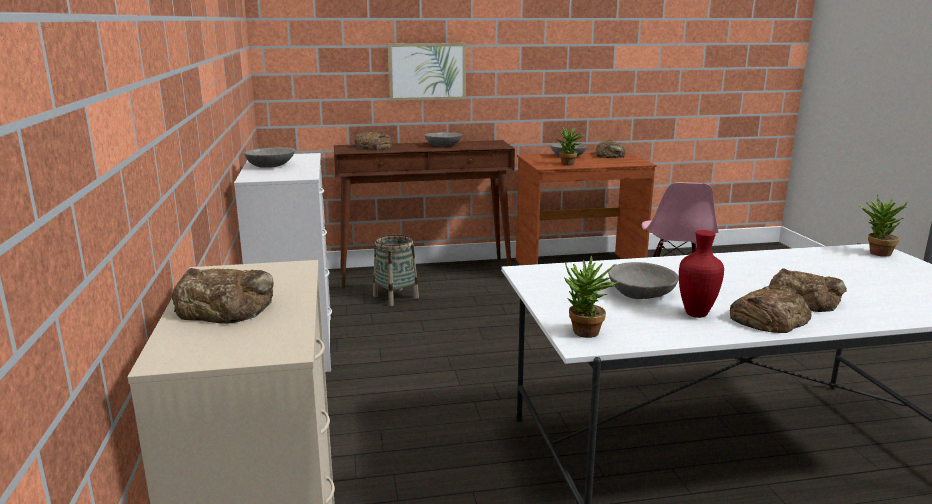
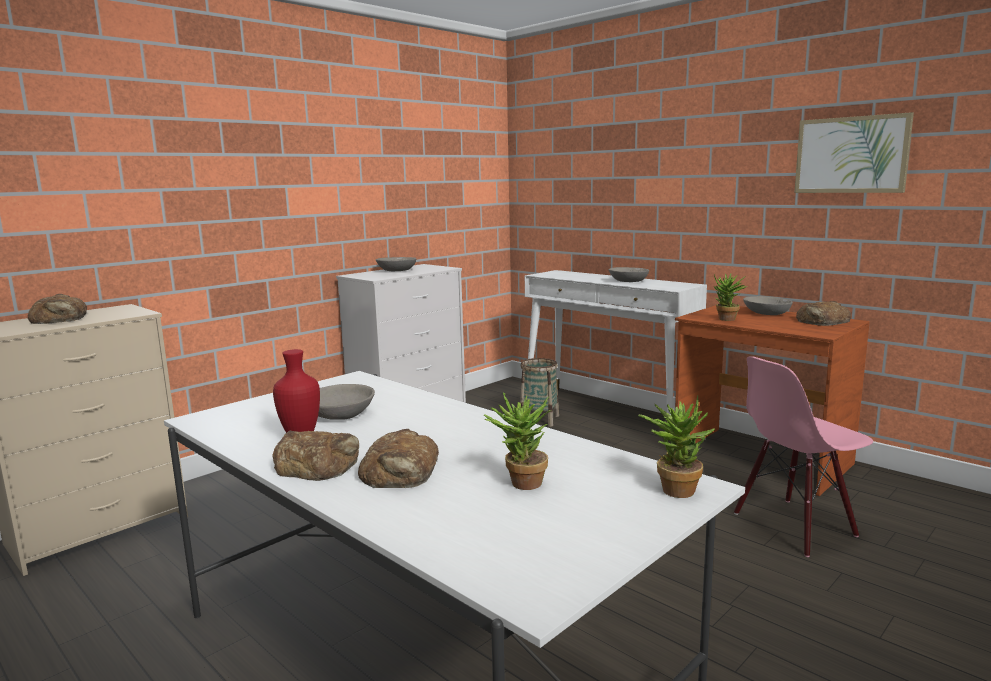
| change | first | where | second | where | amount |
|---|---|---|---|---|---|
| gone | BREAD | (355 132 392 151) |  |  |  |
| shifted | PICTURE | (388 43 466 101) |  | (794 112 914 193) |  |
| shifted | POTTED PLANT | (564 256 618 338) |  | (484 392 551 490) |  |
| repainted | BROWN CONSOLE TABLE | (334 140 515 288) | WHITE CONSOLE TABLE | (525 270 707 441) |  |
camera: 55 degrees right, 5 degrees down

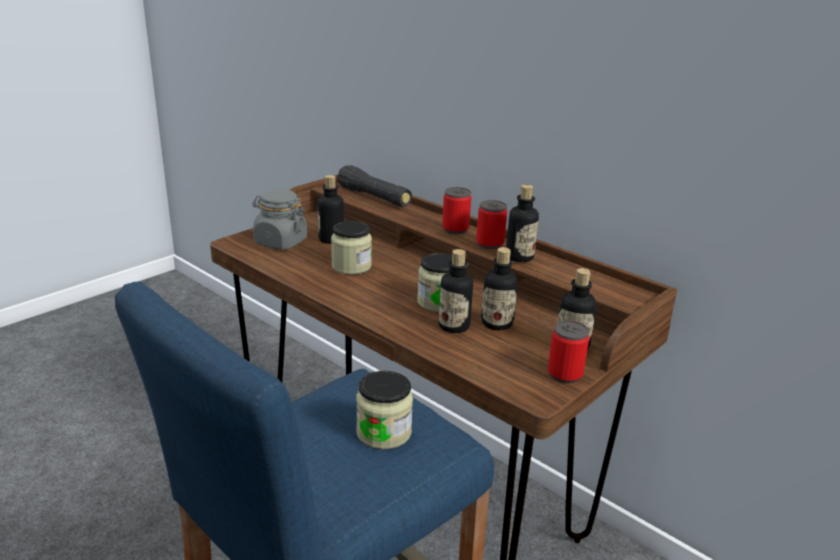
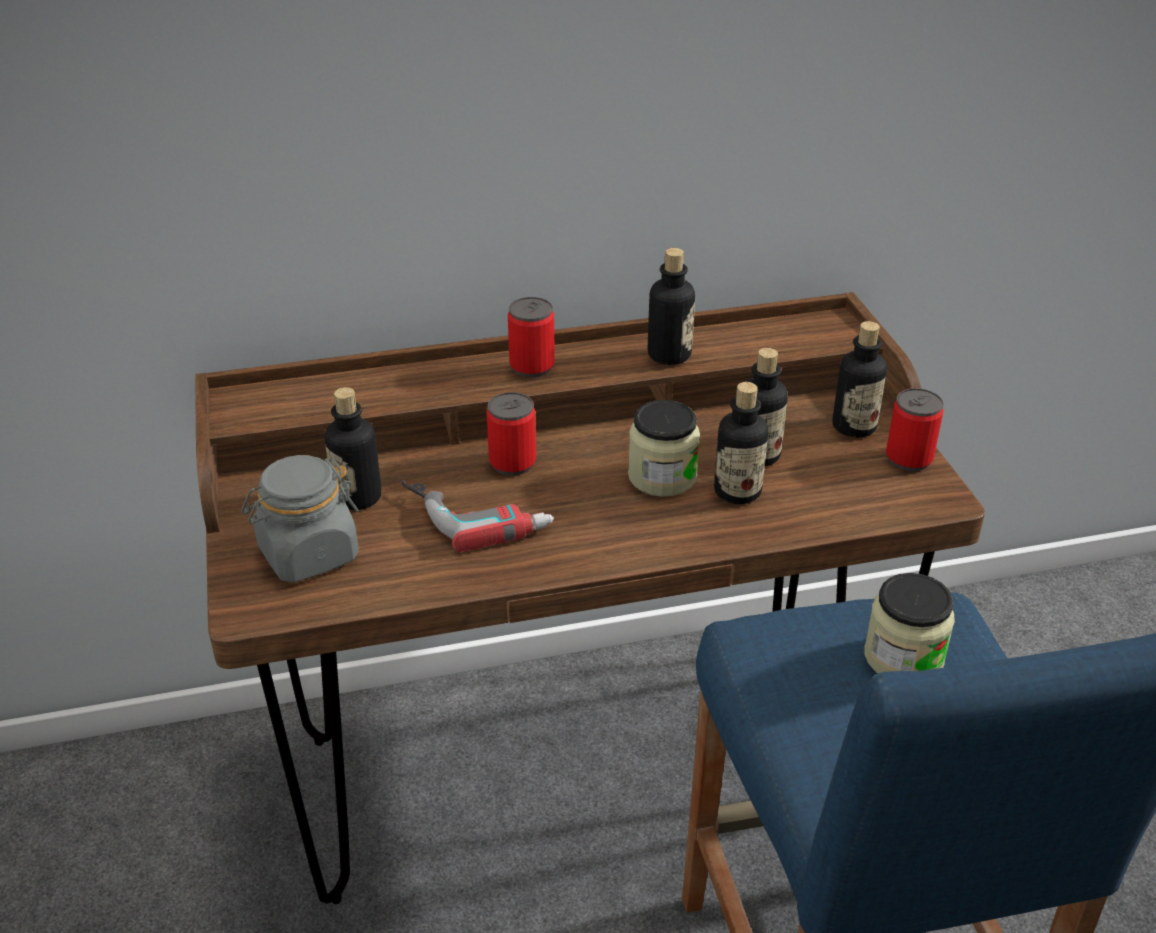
| change | first | where | second | where | amount |
|---|---|---|---|---|---|
| gone | BLACK FLASHLIGHT | (337 165 412 207) |  |  |  |
| shifted | CAN | (476 200 507 249) |  | (487 392 536 476) |  |
| swapped | JAR | (331 221 372 275) | POWER DRILL | (401 480 554 552) |  |
camera: 55 degrees left, 10 degrees up

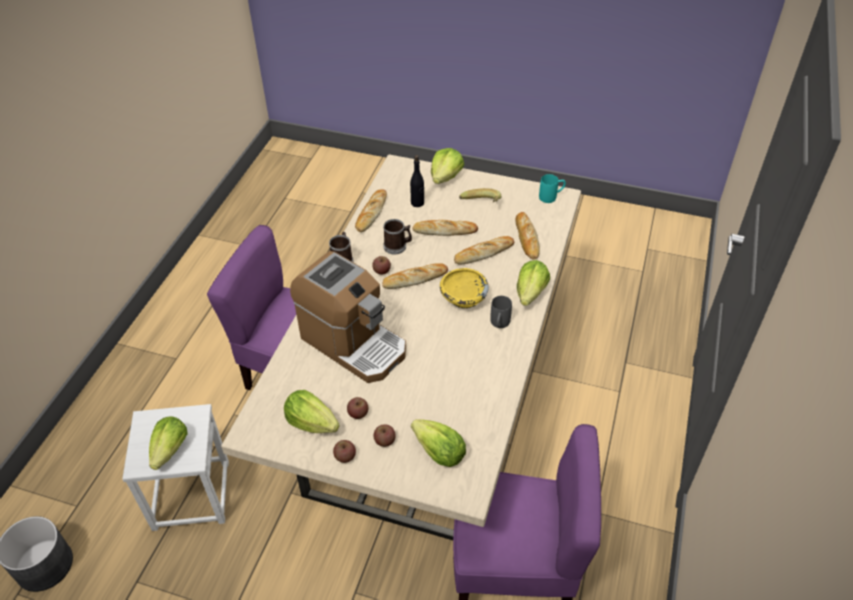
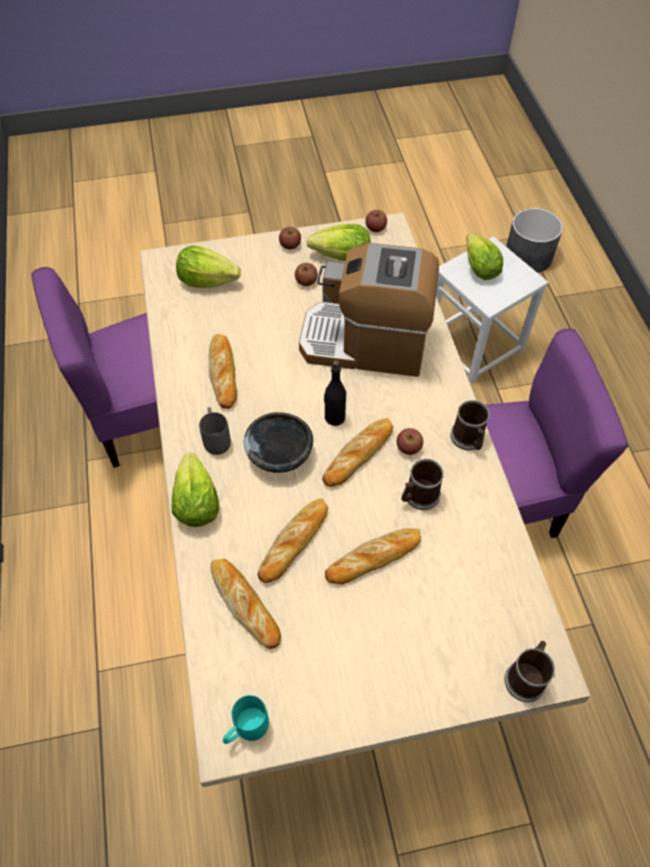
| change | first | where | second | where | amount |
|---|---|---|---|---|---|
| gone | LETTUCE | (431 148 464 184) |  |  |  |
| gone | BANANA | (459 188 501 203) |  |  |  |
| new |  |  | MUG | (505 641 555 702) |  |
| shifted | BREAD | (355 189 387 232) |  | (209 334 237 409) |  |
| shifted | APPLE | (373 424 396 447) |  | (365 210 387 232) |  |
| shifted | BLACK BOTTLE | (410 155 424 207) |  | (324 360 346 426) |  |
| repainted | YELLOW BOWL | (440 268 489 308) | BLACK BOWL | (244 412 313 473) |  |
camera: 150 degrees right, 10 degrees up

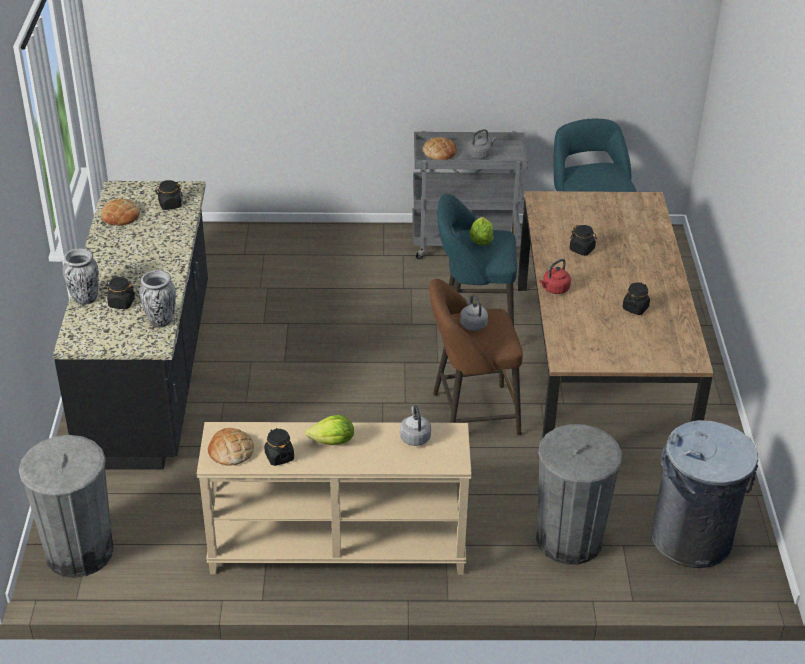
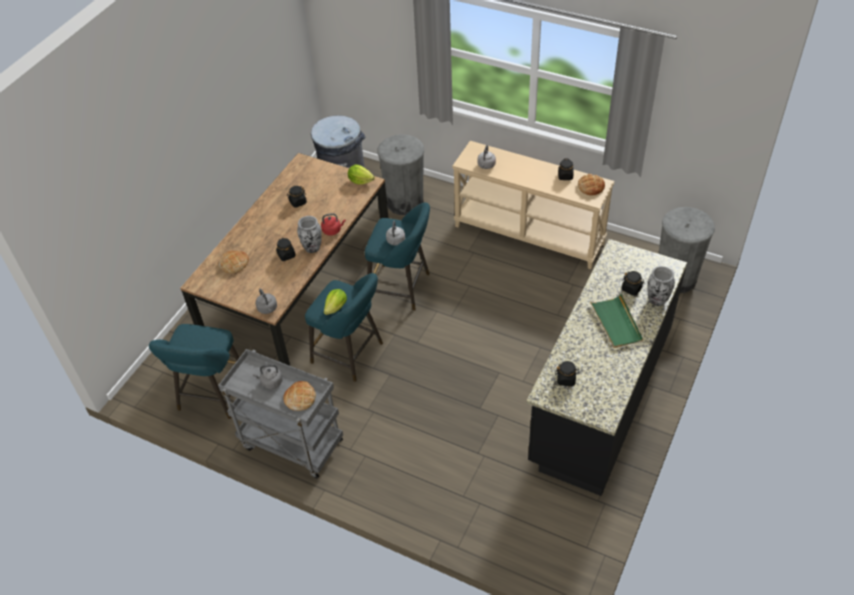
| change | first | where | second | where | amount |
|---|---|---|---|---|---|
| new |  |  | GREY KETTLE | (255 289 277 314) |  |
| new |  |  | GREEN TRAY | (590 294 643 348) |  |
| shifted | BREAD | (101 199 140 226) |  | (219 251 249 273) |  |
| shifted | VASE | (139 270 176 328) |  | (297 216 322 253) |  |
| shifted | LETTUCE | (305 415 354 445) |  | (348 165 375 185) |  |
| repainted | BROWN STOOL | (429 279 523 436) | TURQUOISE STOOL | (365 203 430 311) |  |
camera: 150 degrees left, 10 degrees up

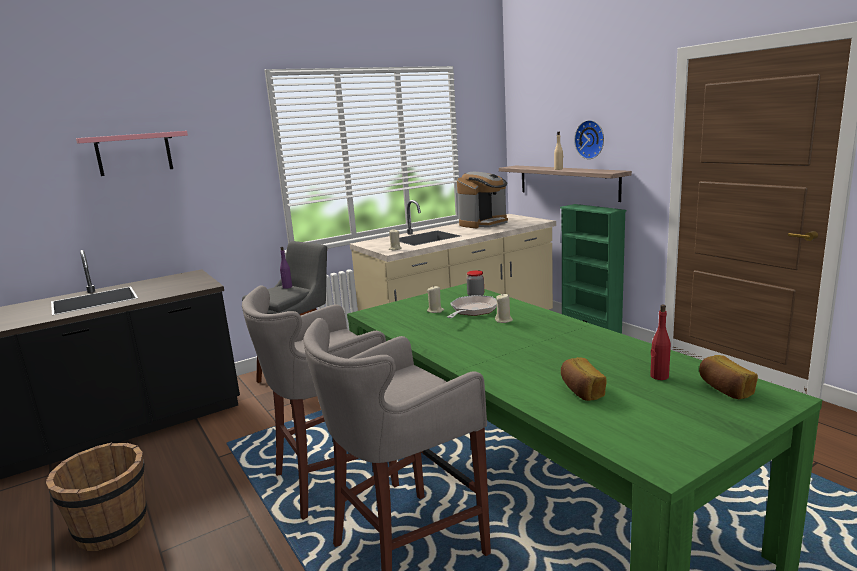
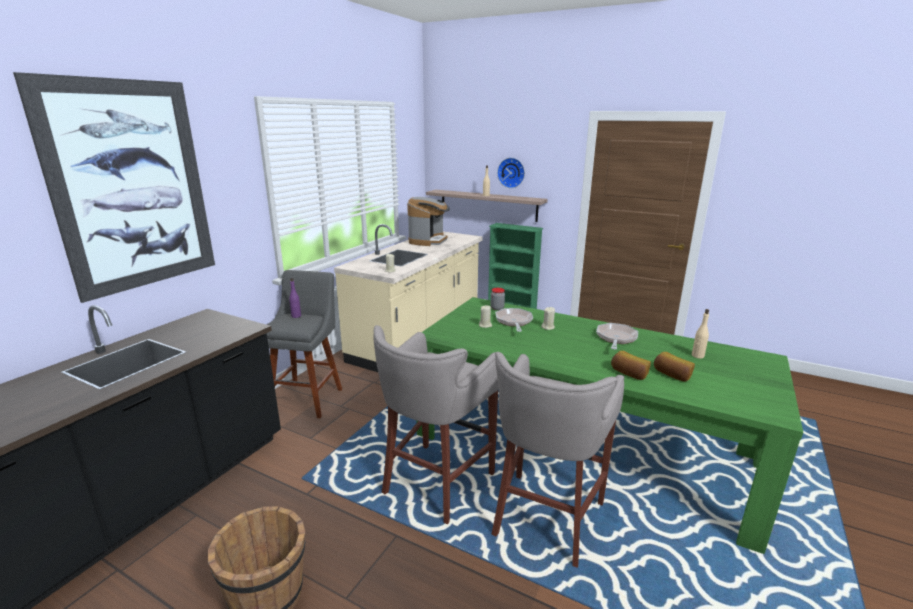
| change | first | where | second | where | amount |
|---|---|---|---|---|---|
| new |  |  | FRYING PAN | (596 323 638 349) |  |
| shifted | BREAD | (699 355 758 399) |  | (611 351 651 380) |  |
| swapped | PINK SHELF | (76 131 188 176) | PICTURE | (13 72 215 303) |  |
| repainted | RED BOTTLE | (650 305 671 380) | BEIGE BOTTLE | (692 309 709 359) |  |
camera: 30 degrees left, 5 degrees up

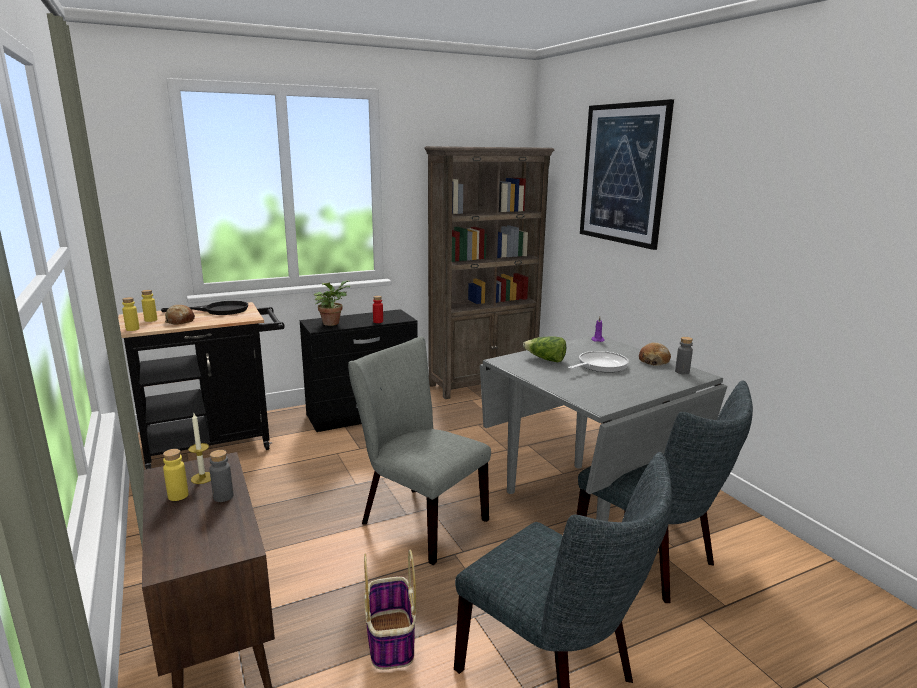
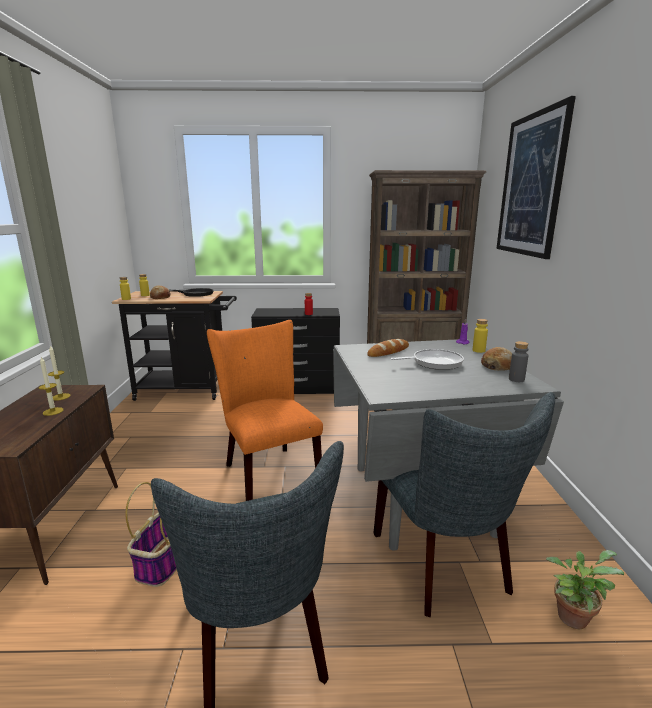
| change | first | where | second | where | amount |
|---|---|---|---|---|---|
| shifted | YELLOW BOTTLE | (163 449 188 501) |  | (473 319 488 353) |  |
| shifted | POTTED PLANT | (314 280 350 326) |  | (546 550 624 629) |  |
| swapped | GREY BOTTLE | (210 450 233 502) | CANDLE | (39 357 63 416) |  |
| swapped | LETTUCE | (523 336 566 362) | BREAD | (367 339 409 357) |  |
| repainted | GREY CHAIR | (348 336 491 565) | ORANGE CHAIR | (207 320 323 501) |  |
camera: 25 degrees right, 0 degrees up

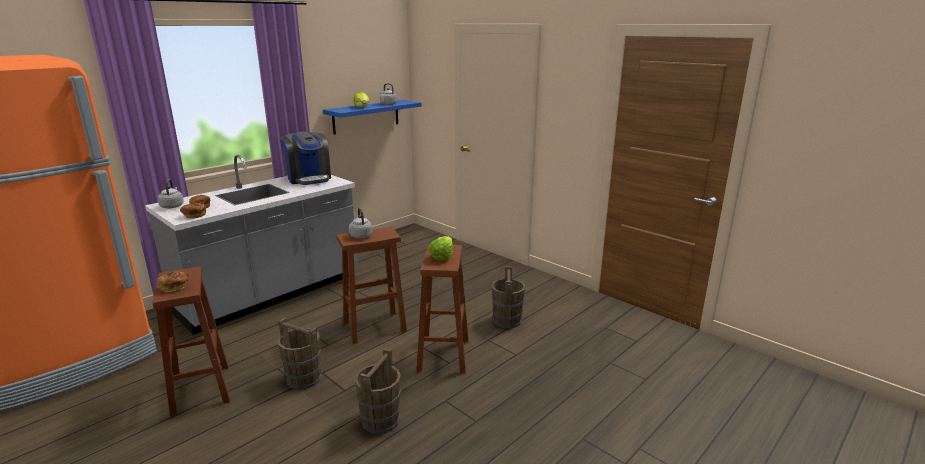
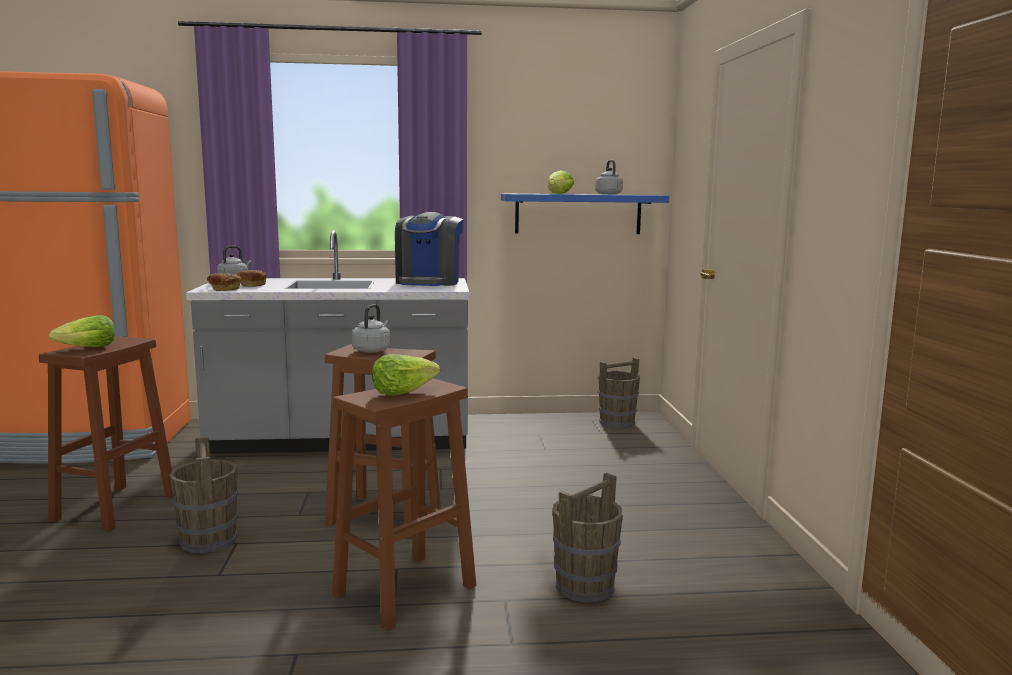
| change | first | where | second | where | amount |
|---|---|---|---|---|---|
| shifted | BROWN BUCKET | (354 349 401 434) |  | (598 357 640 429) |  |
| swapped | BREAD | (157 271 190 292) | LETTUCE | (49 315 115 347) |  |
camera: 40 degrees right, 10 degrees down

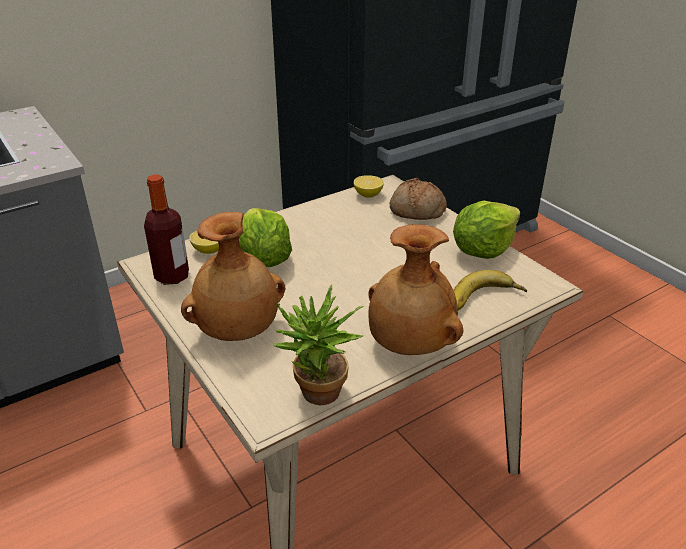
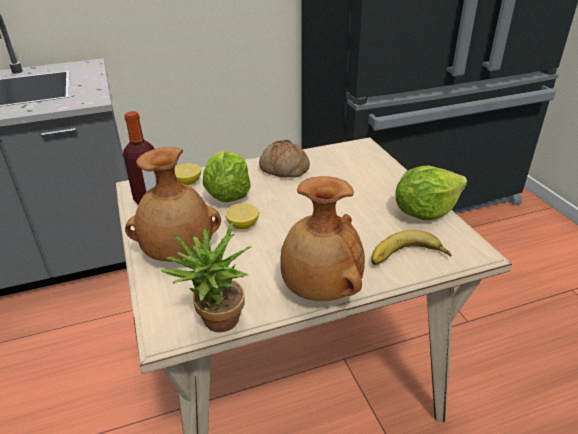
| change | first | where | second | where | amount |
|---|---|---|---|---|---|
| shifted | LEMON | (353 175 384 197) |  | (225 203 259 230) |  |
| shifted | BREAD | (389 178 447 220) |  | (259 140 310 177) |  |
camera: 15 degrees right, 0 degrees up

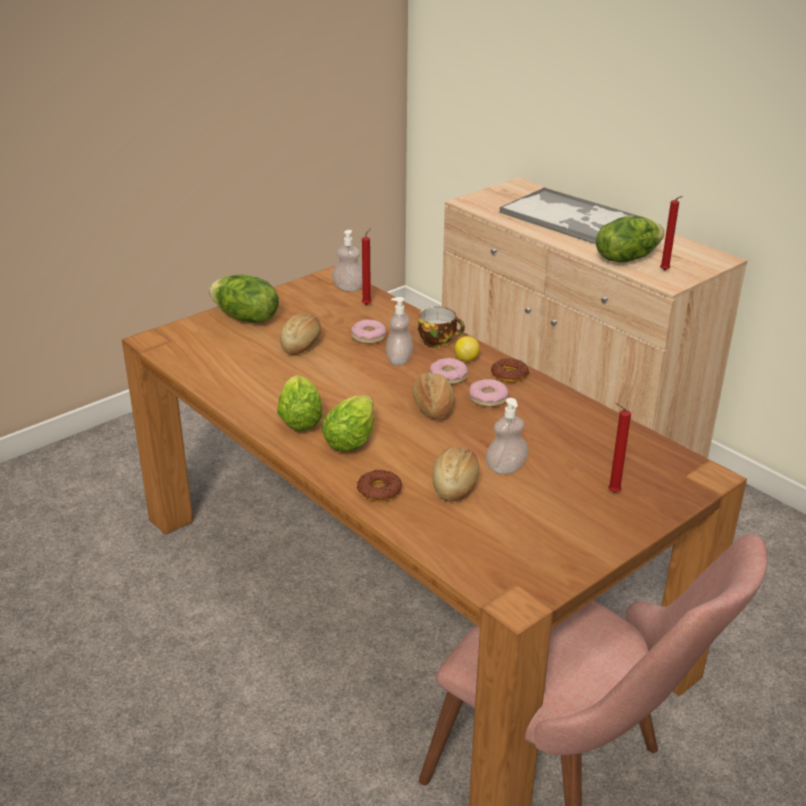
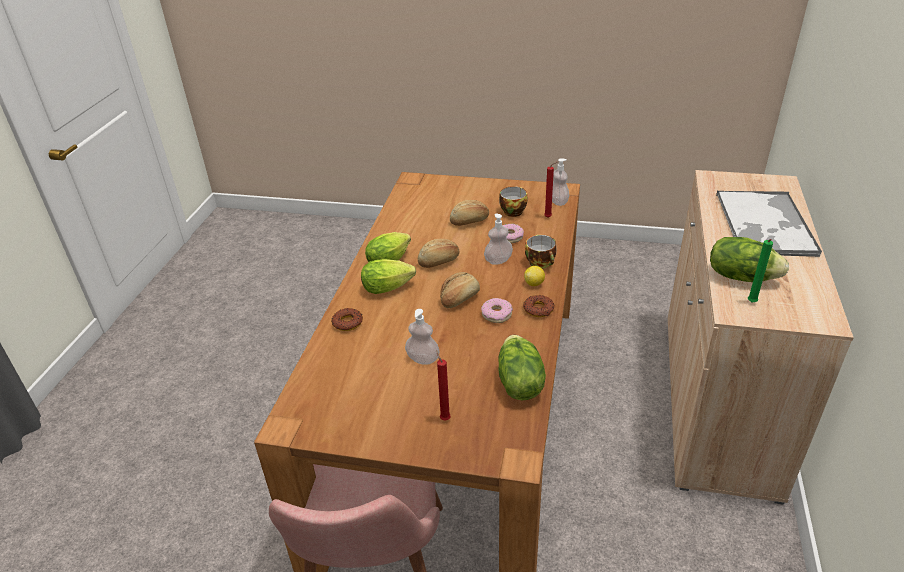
| change | first | where | second | where | amount |
|---|---|---|---|---|---|
| gone | DONUT | (429 358 468 385) |  |  |  |
| new |  |  | CUP | (499 186 528 217) |  |
| shifted | LETTUCE | (209 274 279 323) |  | (498 335 546 400) |  |
| shifted | BREAD | (433 447 479 502) |  | (418 238 459 268) |  |
| repainted | RED CANDLE | (660 196 683 271) | GREEN CANDLE | (748 239 773 302) |  |
camera: 55 degrees right, 5 degrees up

